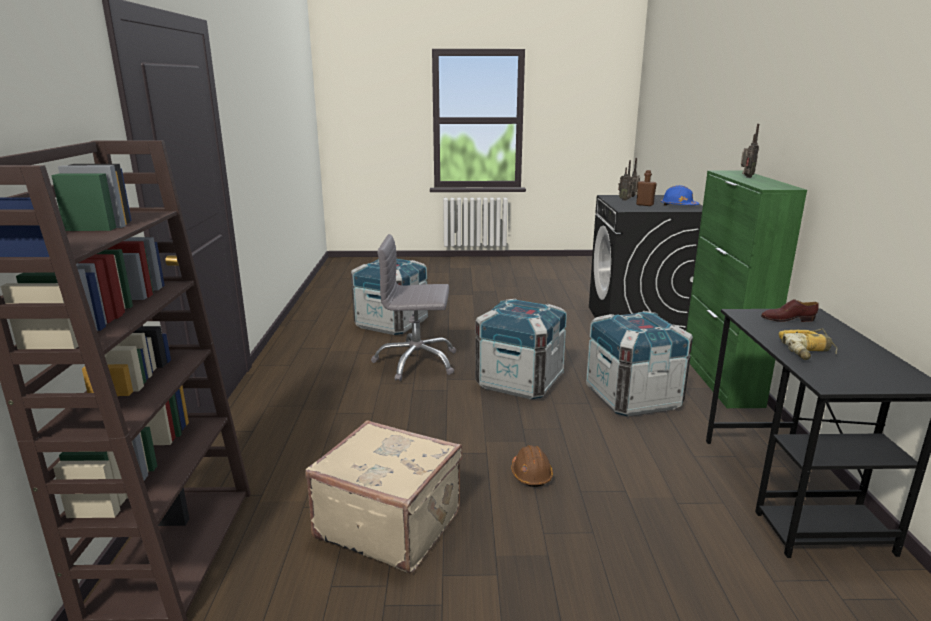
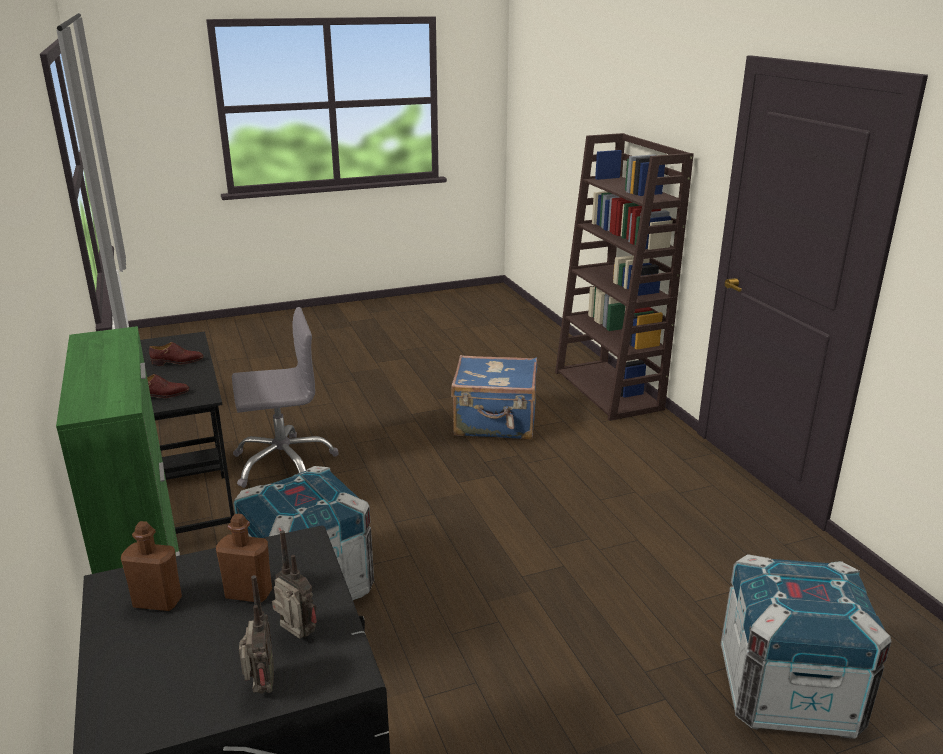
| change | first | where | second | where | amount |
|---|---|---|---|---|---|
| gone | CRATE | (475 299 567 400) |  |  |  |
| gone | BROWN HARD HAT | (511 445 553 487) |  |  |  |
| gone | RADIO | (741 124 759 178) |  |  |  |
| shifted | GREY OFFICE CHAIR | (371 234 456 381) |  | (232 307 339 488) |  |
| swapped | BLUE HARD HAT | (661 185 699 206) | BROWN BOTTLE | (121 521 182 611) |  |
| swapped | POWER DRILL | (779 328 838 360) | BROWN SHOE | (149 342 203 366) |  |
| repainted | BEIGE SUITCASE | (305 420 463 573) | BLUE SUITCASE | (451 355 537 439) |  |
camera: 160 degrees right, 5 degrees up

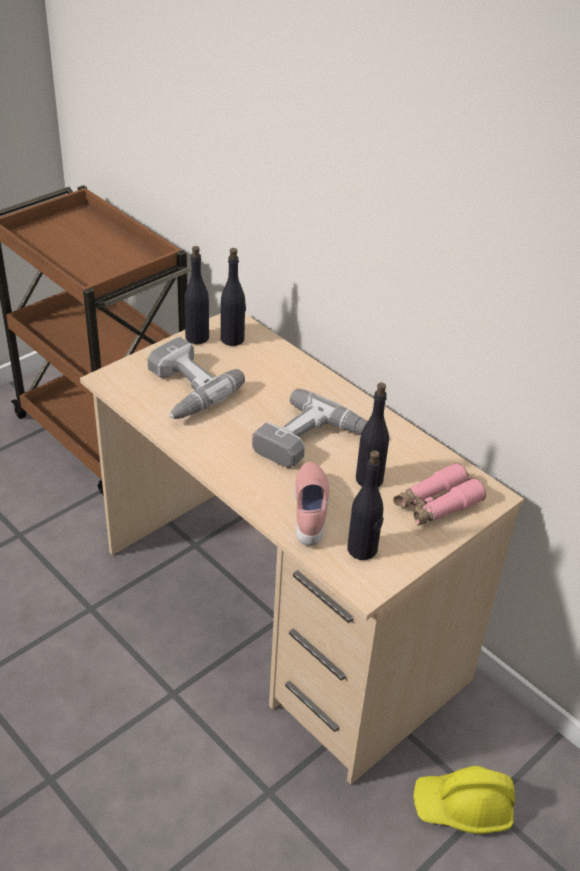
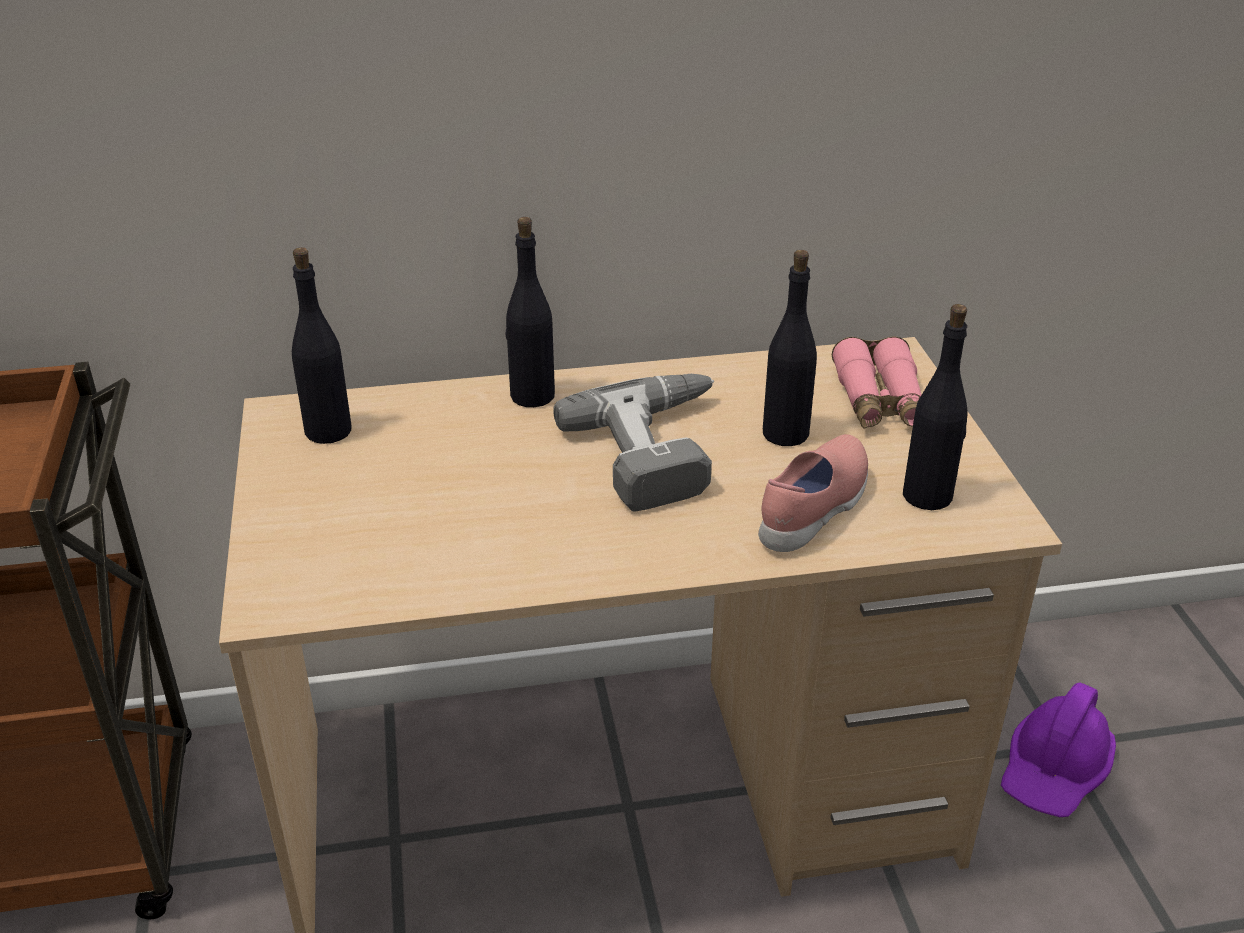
| change | first | where | second | where | amount |
|---|---|---|---|---|---|
| gone | POWER DRILL | (147 337 245 419) |  |  |  |
| shifted | BLACK BOTTLE | (184 246 209 344) |  | (506 217 555 407) |  |
| repainted | YELLOW HARD HAT | (413 766 515 834) | PURPLE HARD HAT | (1001 682 1116 817) |  |
| rotated | PINK SHOE | (294 462 329 546) |  | (758 434 868 552) | 90 degrees clockwise |
camera: 55 degrees left, 5 degrees down

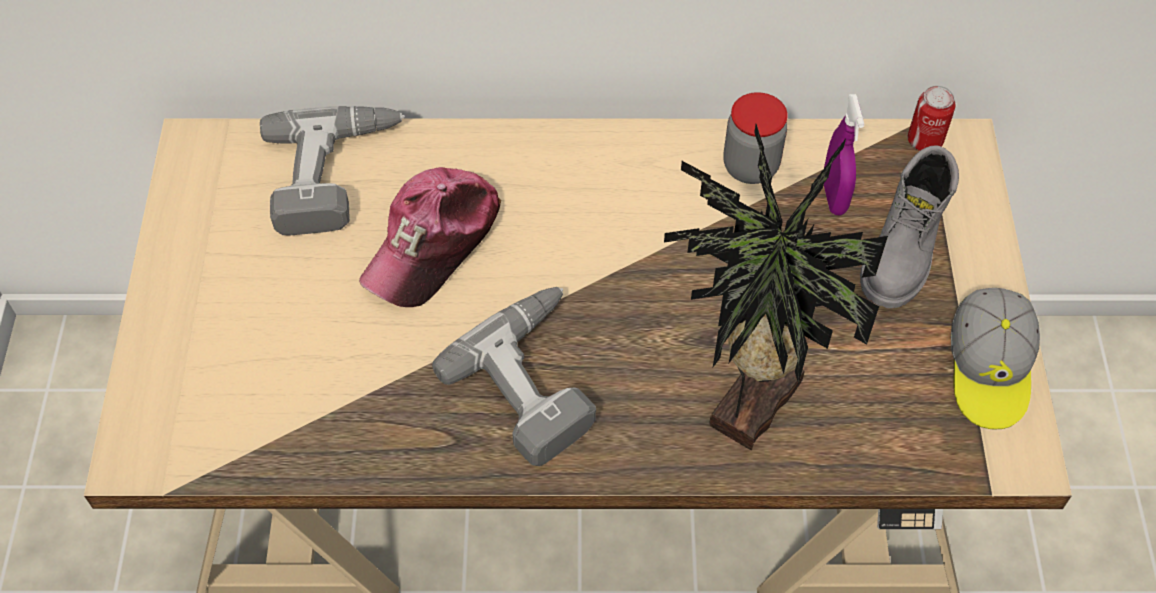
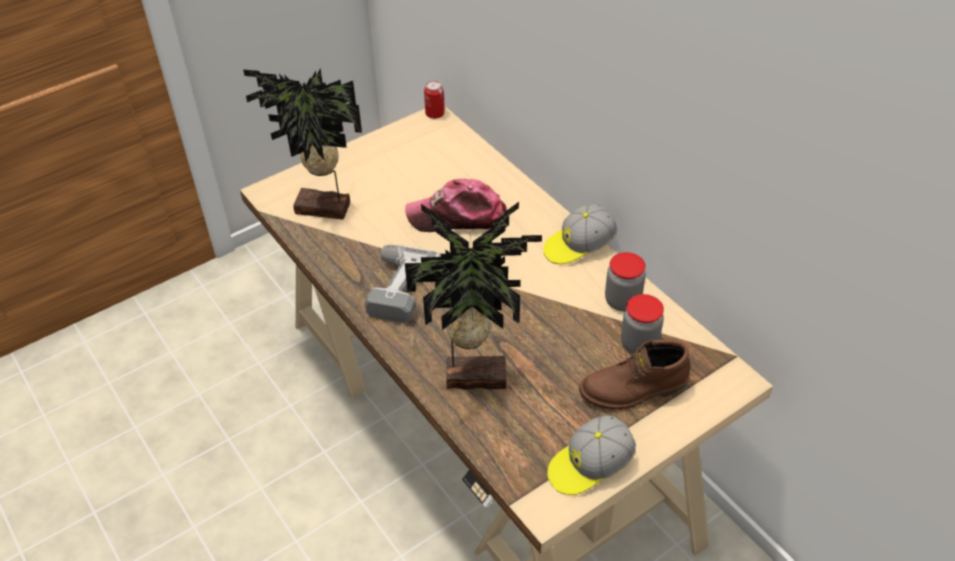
| change | first | where | second | where | amount |
|---|---|---|---|---|---|
| gone | POWER DRILL | (260 106 405 235) |  |  |  |
| new |  |  | POTTED PLANT | (243 69 362 220) |  |
| new |  |  | CAP | (543 204 618 264) |  |
| shifted | CAN | (908 85 956 151) |  | (424 80 445 119) |  |
| swapped | PURPLE SPRAY BOTTLE | (824 94 864 215) | JAR | (621 294 664 353) |  |
| repainted | GREY BOOT | (860 145 959 308) | BROWN BOOT | (579 340 690 410) |  |
camera: 55 degrees right, 10 degrees down

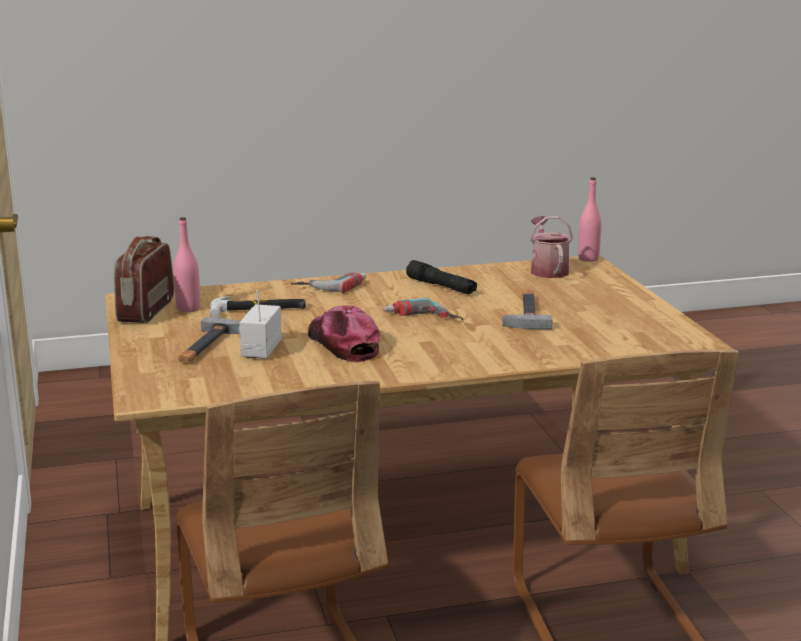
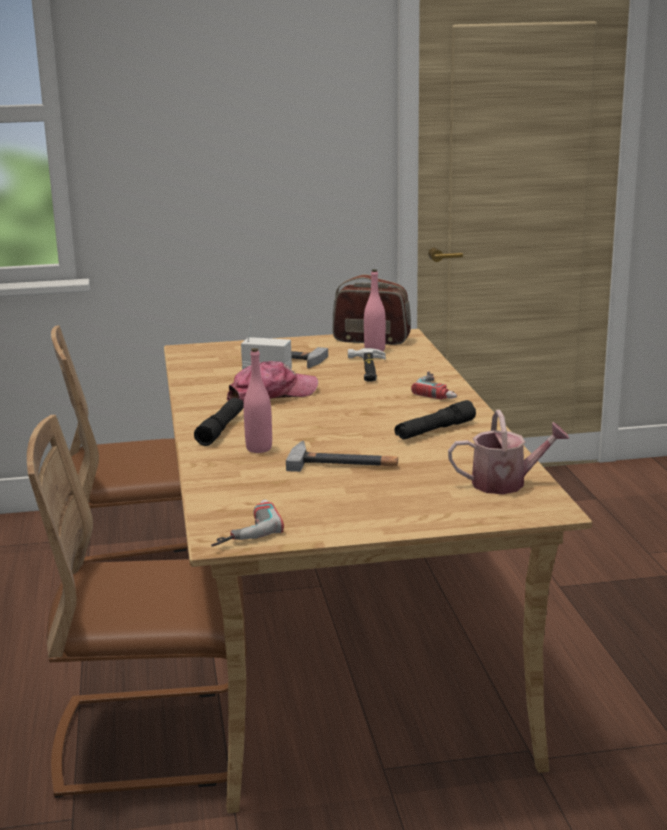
| change | first | where | second | where | amount |
|---|---|---|---|---|---|
| new |  |  | BLACK FLASHLIGHT | (194 398 244 446) |  |
| shifted | POWER DRILL | (383 297 464 320) |  | (211 500 284 547) |  |
| shifted | PINK BOTTLE | (578 177 601 262) |  | (244 348 272 453) |  |
camera: 95 degrees right, 0 degrees up

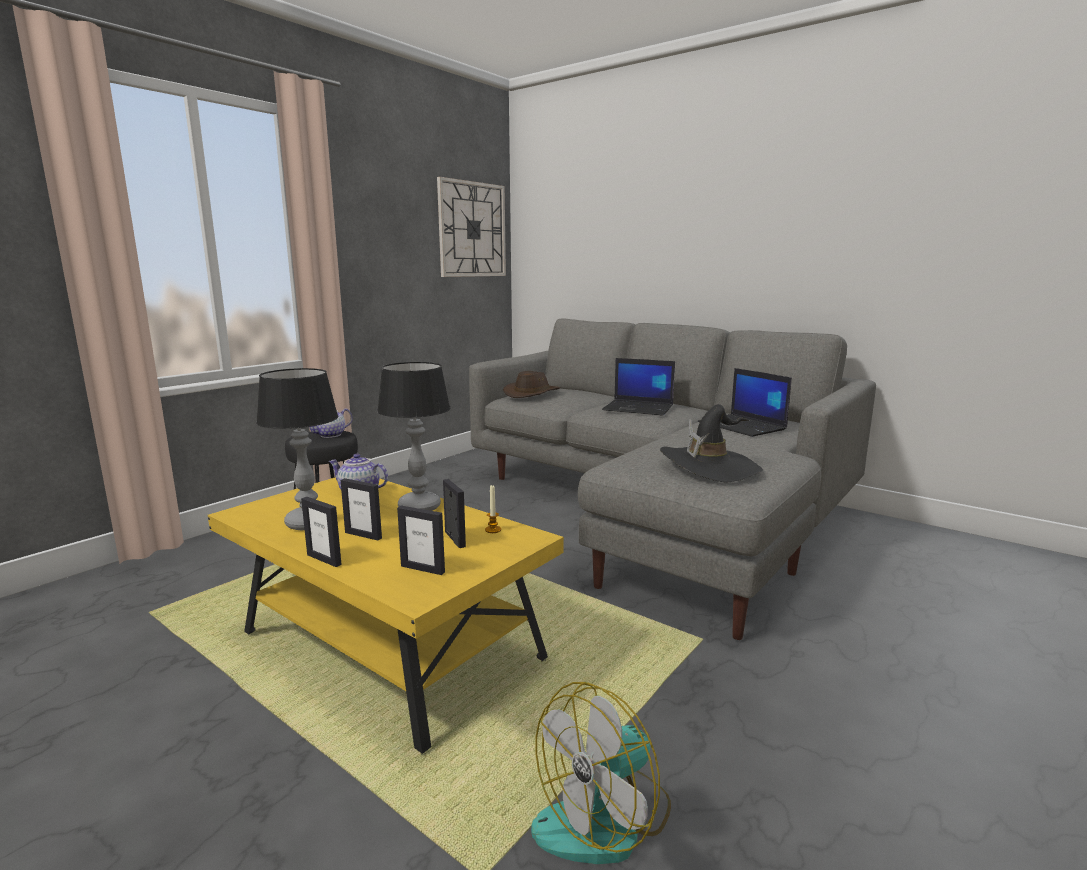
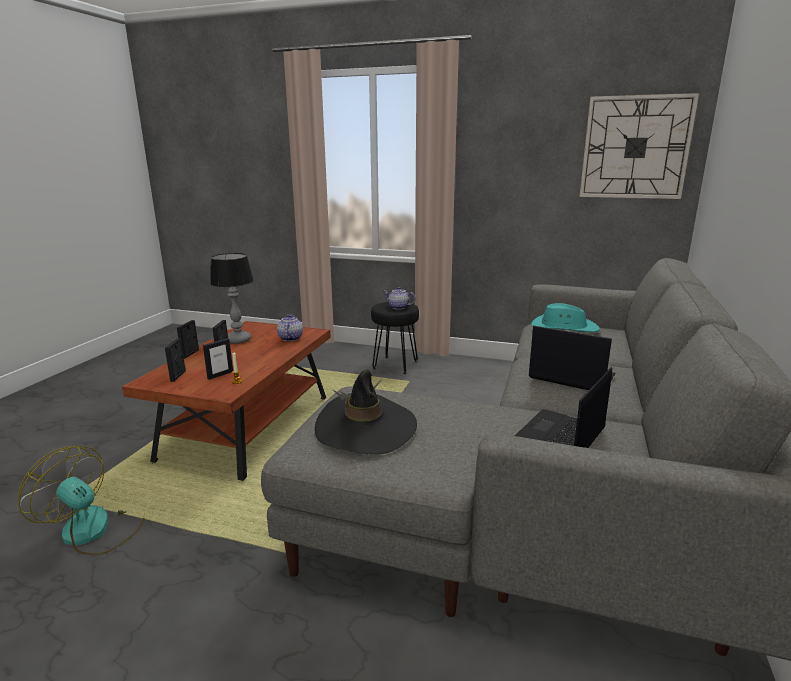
| change | first | where | second | where | amount |
|---|---|---|---|---|---|
| gone | TABLE LAMP | (377 362 450 511) |  |  |  |
| repainted | YELLOW COFFEE TABLE | (208 477 564 755) | BROWN COFFEE TABLE | (122 321 331 482) |  |
| repainted | BROWN HAT | (503 371 561 398) | TURQUOISE HAT | (531 303 600 332) |  |
| rotated | LAPTOP | (602 358 675 416) |  | (529 326 616 390) | 120 degrees clockwise |
camera: 70 degrees right, 5 degrees up

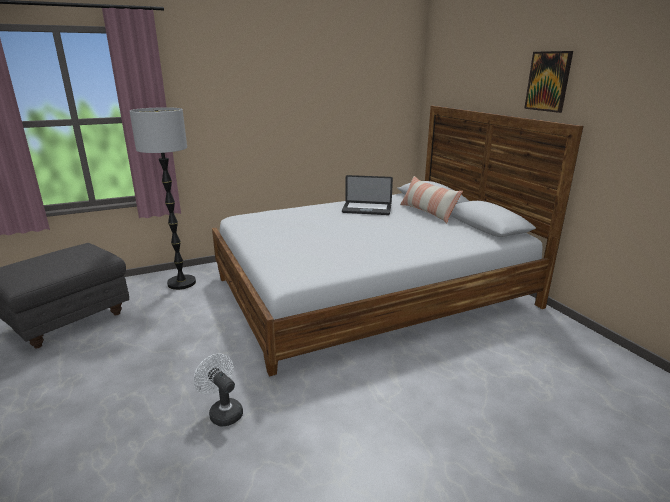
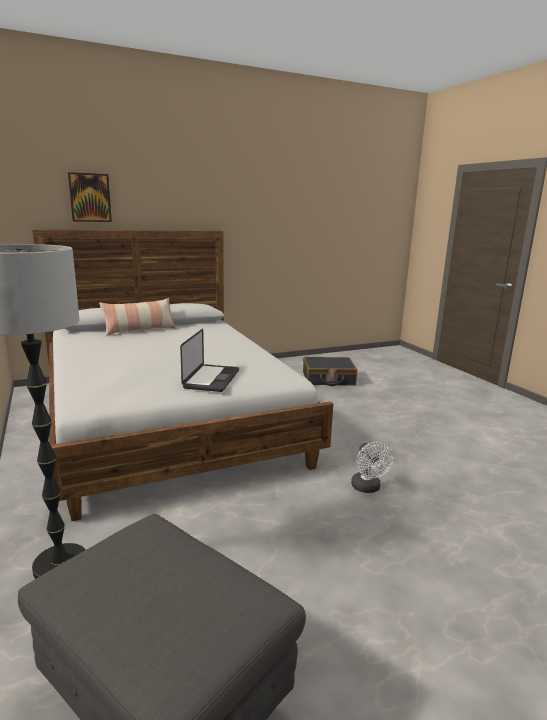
| change | first | where | second | where | amount |
|---|---|---|---|---|---|
| new |  |  | BLACK SUITCASE | (303 357 357 386) |  |
| shifted | LAPTOP | (342 175 393 215) |  | (180 329 239 392) |  |
| shifted | PICTURE | (524 51 573 113) |  | (68 172 112 222) |  |
| rotated | WHITE FAN | (194 354 243 426) |  | (351 442 394 493) | 60 degrees counterclockwise |
camera: 90 degrees left, 5 degrees down

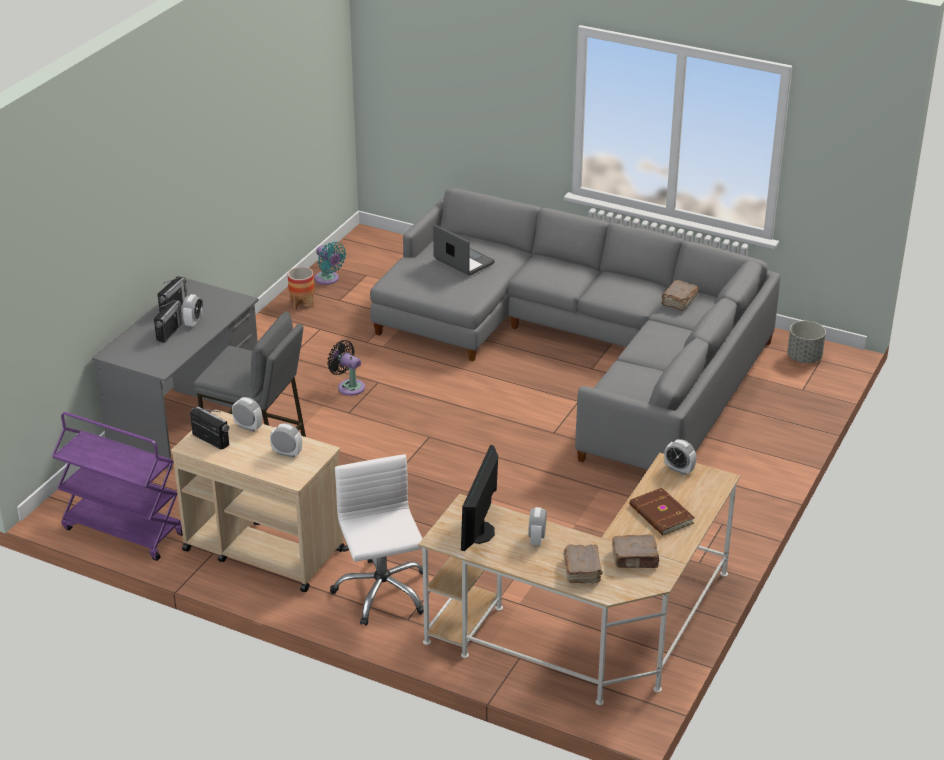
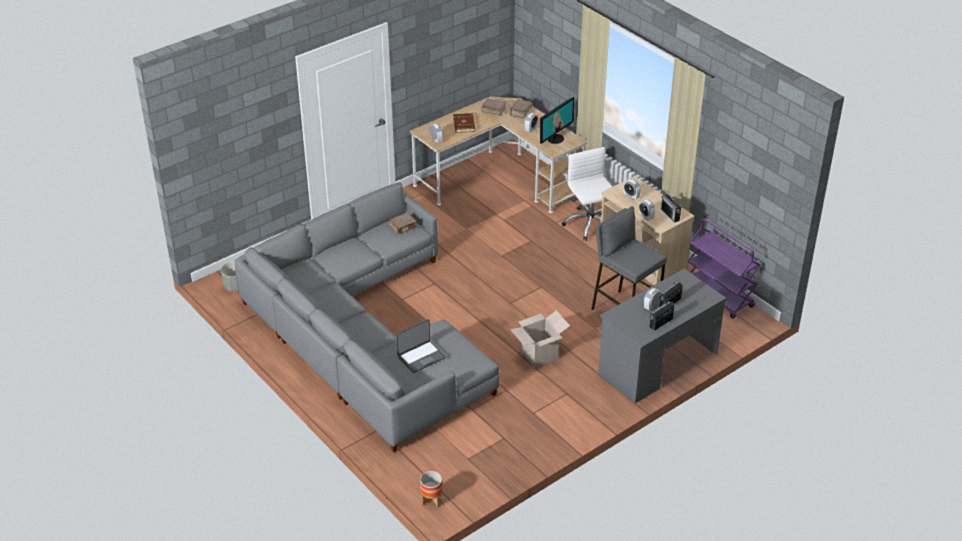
| change | first | where | second | where | amount |
|---|---|---|---|---|---|
| gone | TURQUOISE FAN | (314 242 346 285) |  |  |  |
| shifted | PLANTER | (288 267 314 310) |  | (420 471 443 508) |  |
| shifted | BROWN BOOK | (661 280 699 311) |  | (389 213 417 234) |  |
| swapped | BLACK FAN | (327 340 365 396) | CARDBOARD BOX | (510 310 570 368) |  |
| rotated | WHITE OFFICE CHAIR | (330 454 424 626) |  | (562 147 612 241) | 150 degrees clockwise |
| rotated | LAPTOP | (433 225 495 276) |  | (396 319 446 373) | 105 degrees counterclockwise |
camera: 155 degrees left, 5 degrees up

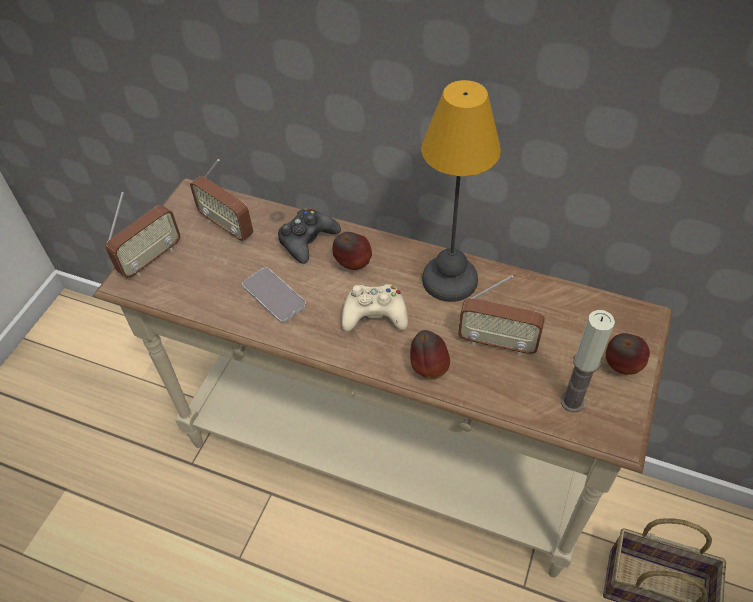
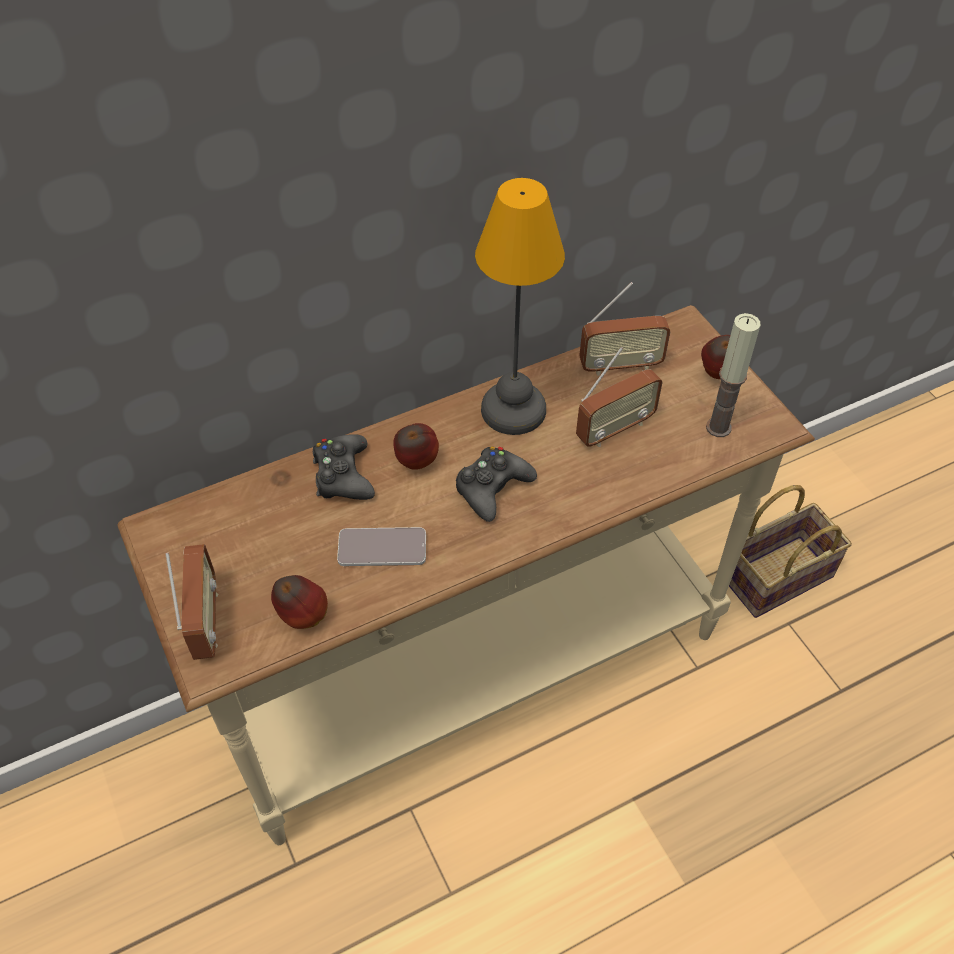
| change | first | where | second | where | amount |
|---|---|---|---|---|---|
| shifted | RADIO | (190 159 253 241) |  | (579 282 670 376) |  |
| shifted | APPLE | (410 330 450 379) |  | (271 575 328 629) |  |
| repainted | BEIGE GAME CONTROLLER | (342 284 408 331) | BLACK GAME CONTROLLER | (456 447 537 522) |  |
camera: 50 degrees left, 0 degrees up

